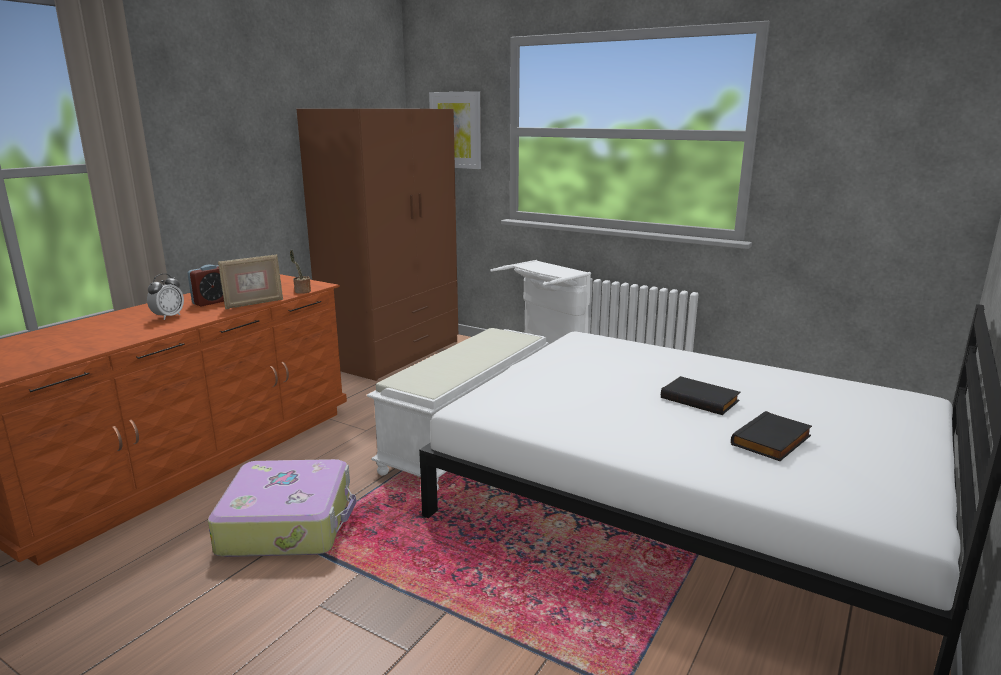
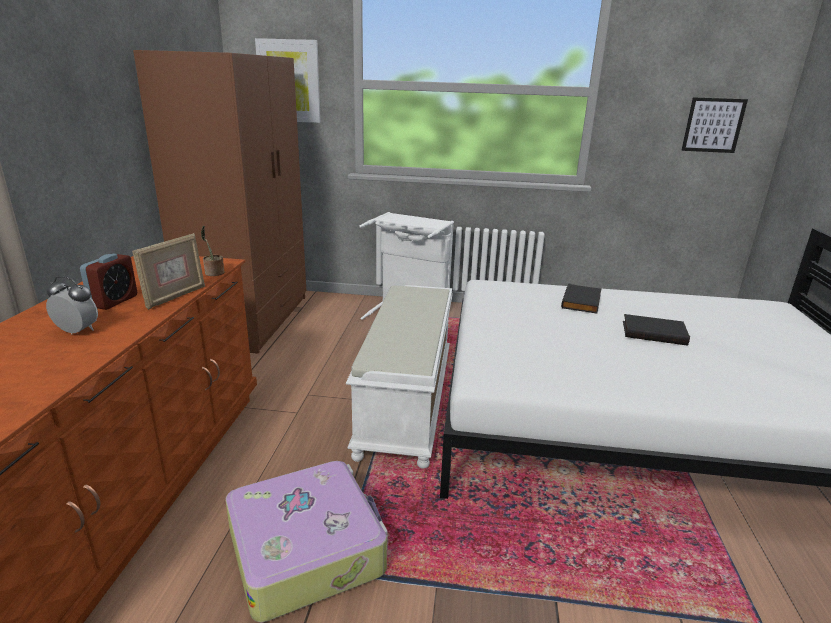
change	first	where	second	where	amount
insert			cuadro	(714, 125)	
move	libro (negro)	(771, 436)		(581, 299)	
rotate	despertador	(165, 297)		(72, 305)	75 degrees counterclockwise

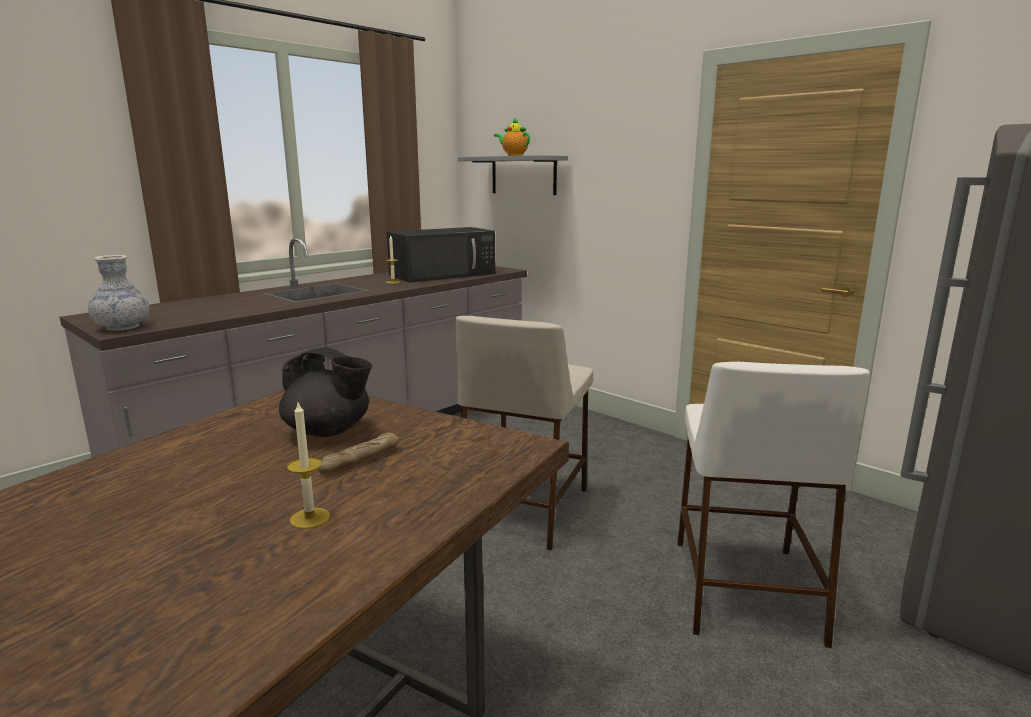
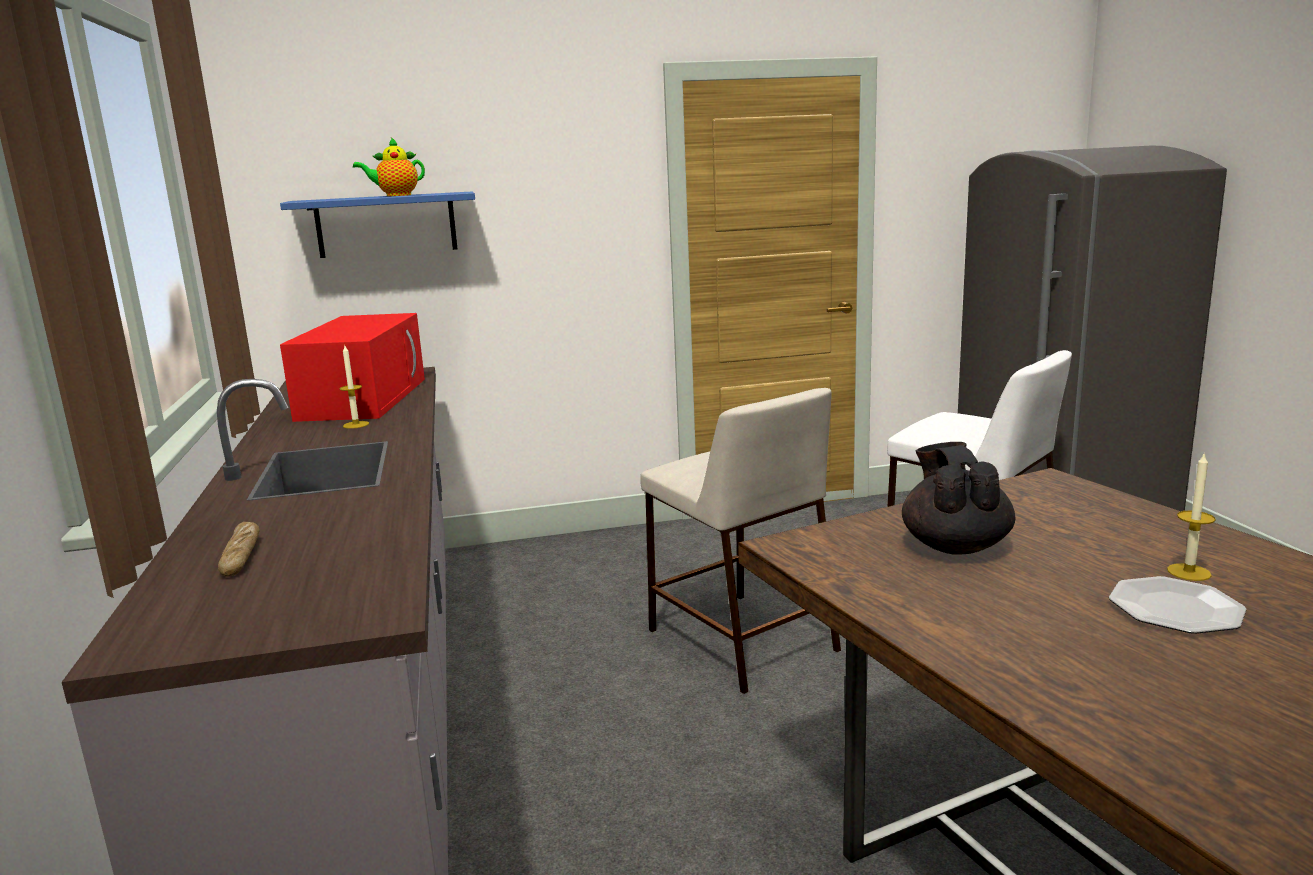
change	first	where	second	where	amount
delete	florero	(119, 293)			
insert			plato	(1177, 605)	
move	pan	(358, 453)		(239, 549)	
recolor	microondas (negro)	(441, 255)	microondas (rojo)	(352, 367)	
recolor	estante (gris)	(513, 175)	estante (azul)	(377, 225)	
rotate	tetera (negro)	(325, 392)		(958, 498)	60 degrees counterclockwise

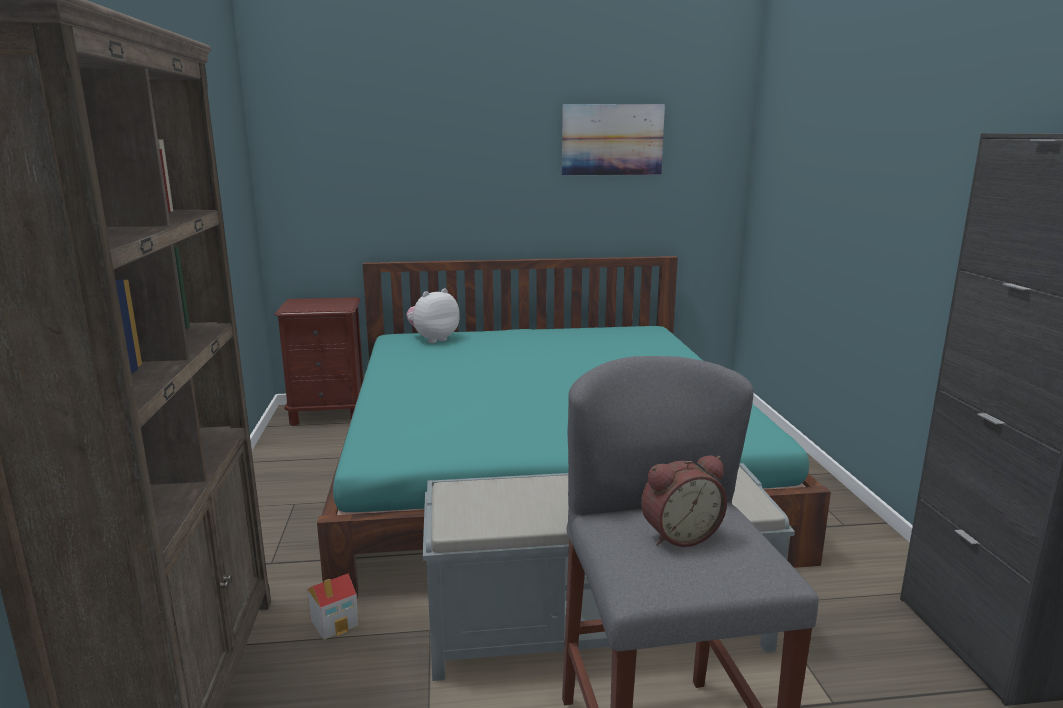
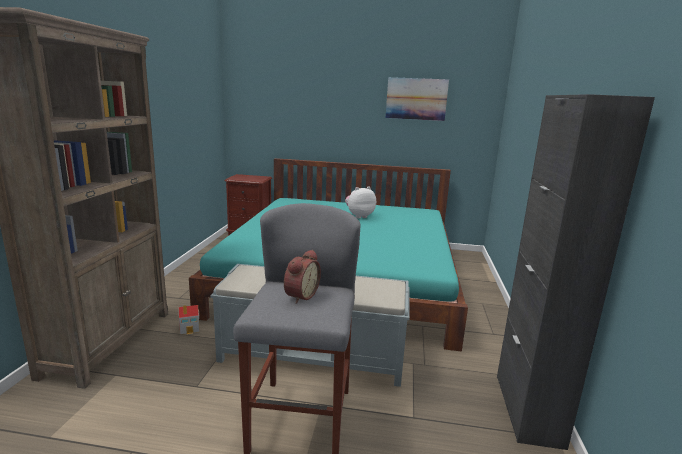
change	first	where	second	where	amount
move	peluche	(433, 315)		(360, 203)	
rotate	despertador	(684, 501)		(302, 277)	60 degrees counterclockwise

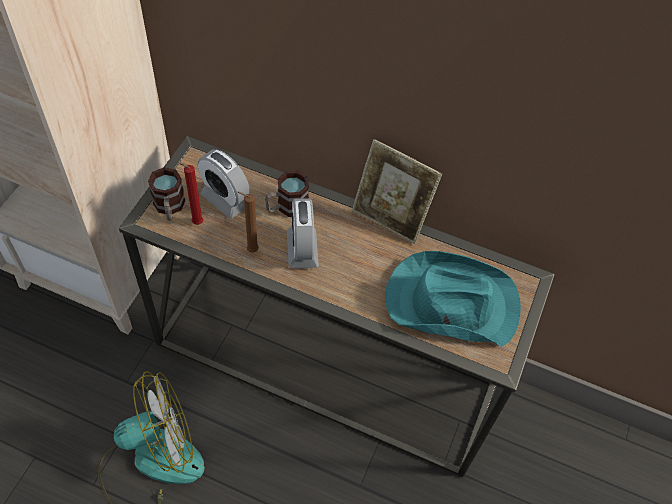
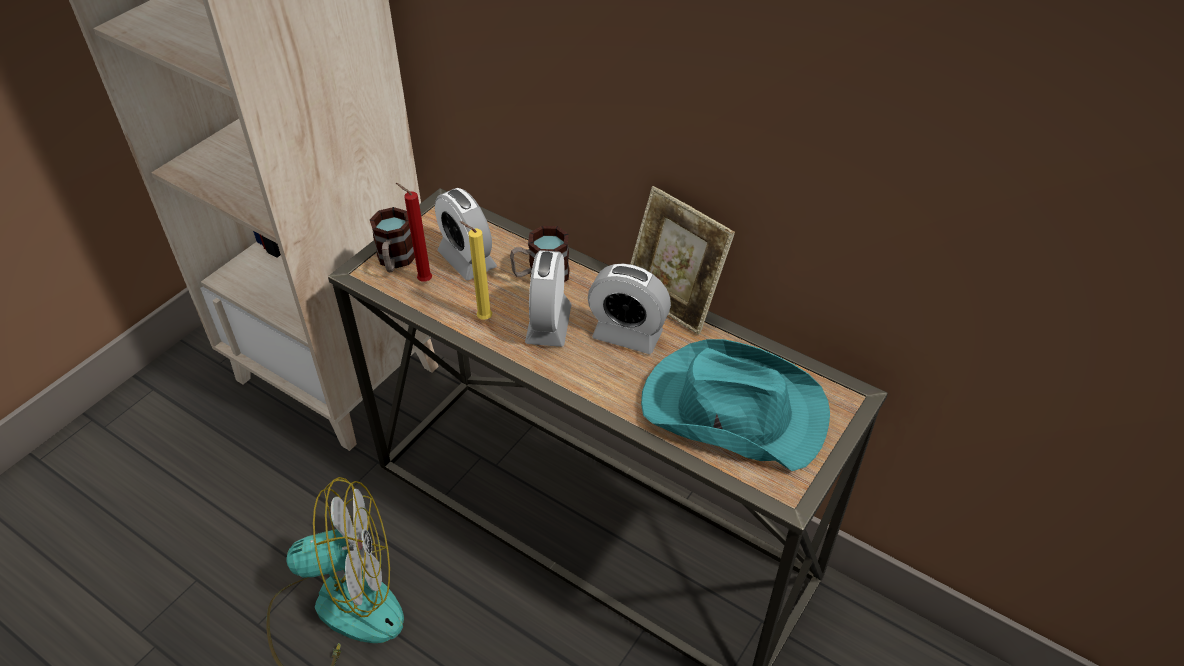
change	first	where	second	where	amount
insert			despertador	(629, 308)	
recolor	vela (marrón)	(248, 222)	vela (amarillo)	(475, 270)	

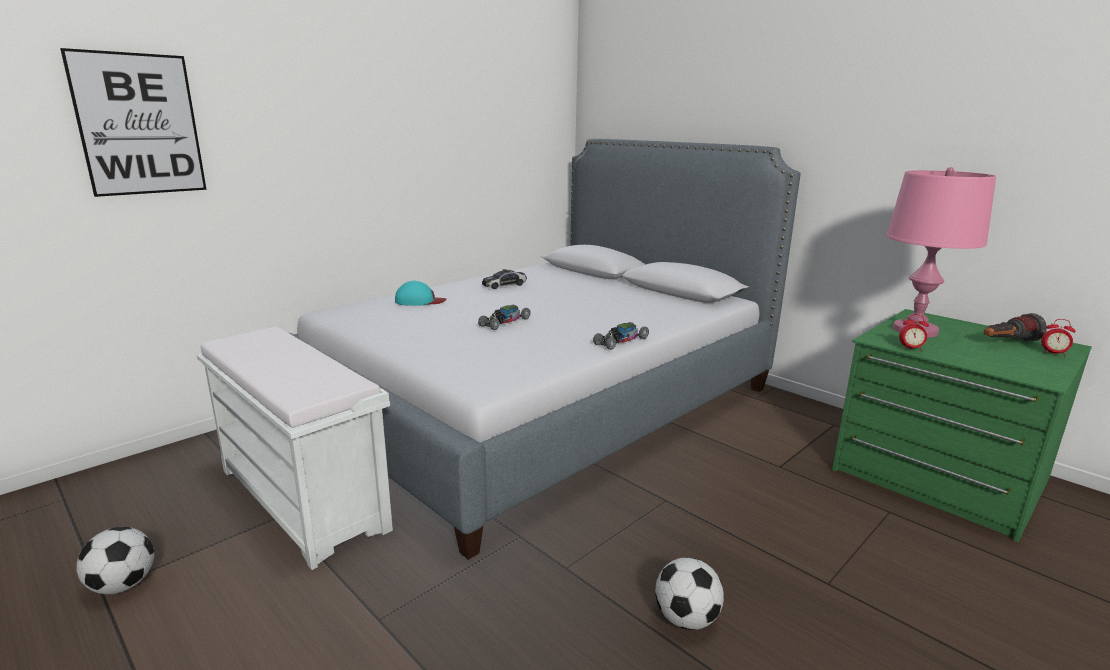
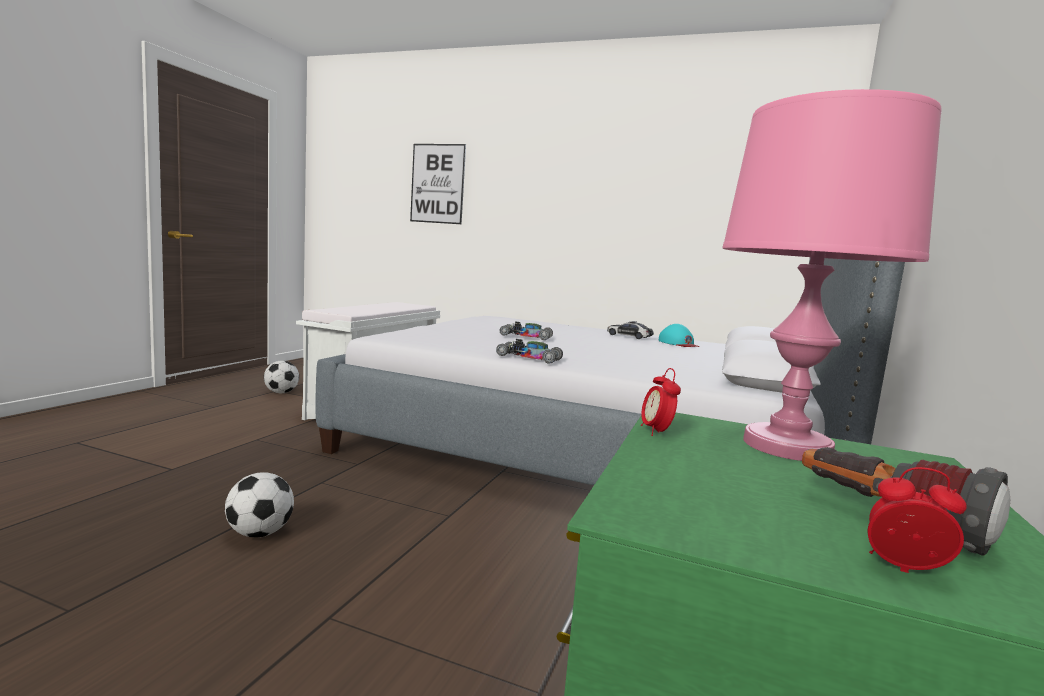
change	first	where	second	where	amount
move	gorra (turquesa)	(420, 293)		(679, 335)	
rotate	despertador	(1058, 338)		(917, 520)	105 degrees clockwise

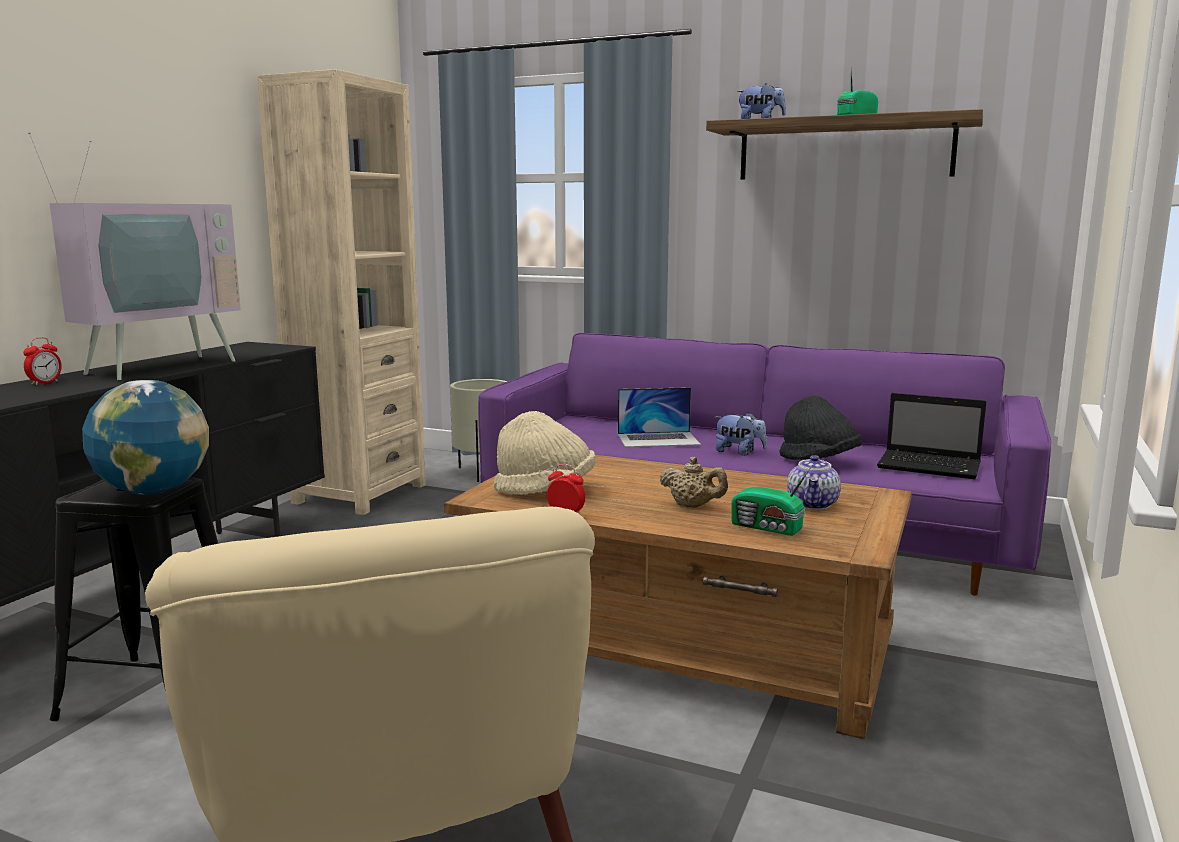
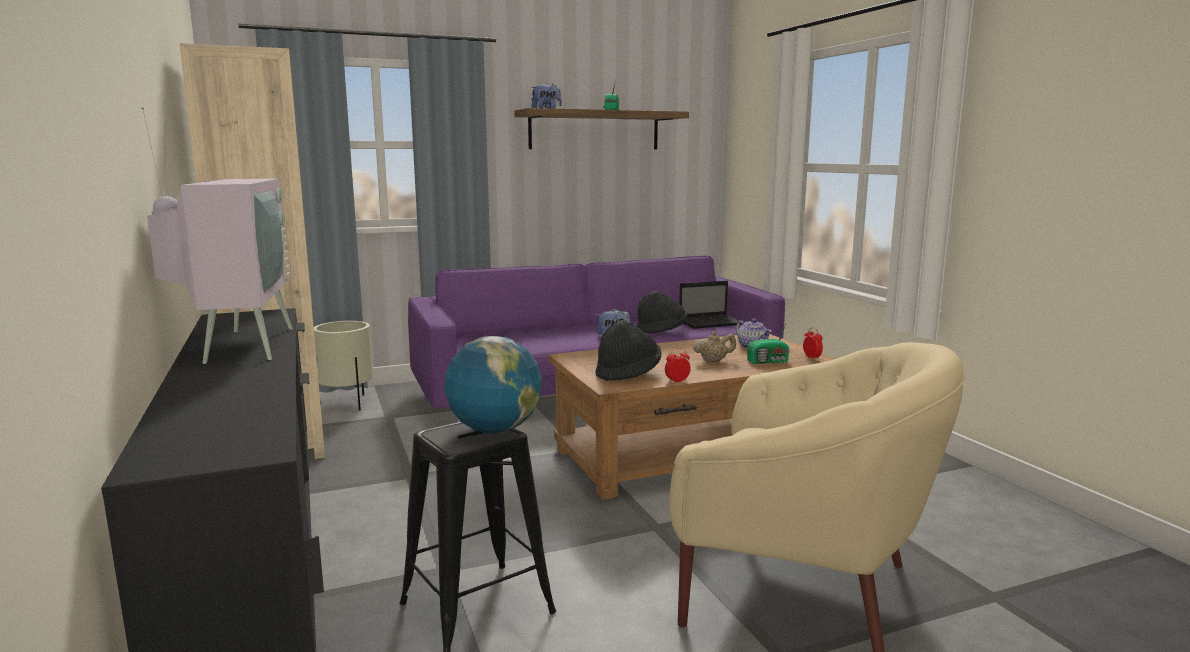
change	first	where	second	where	amount
delete	portátil	(659, 417)			
move	despertador	(42, 361)		(813, 343)	
recolor	sombrero (beis)	(545, 453)	sombrero (negro)	(629, 350)	

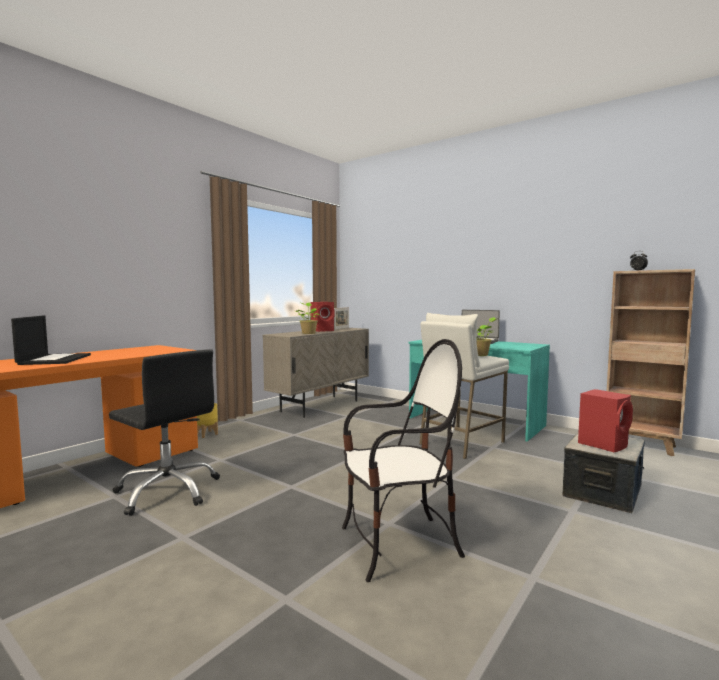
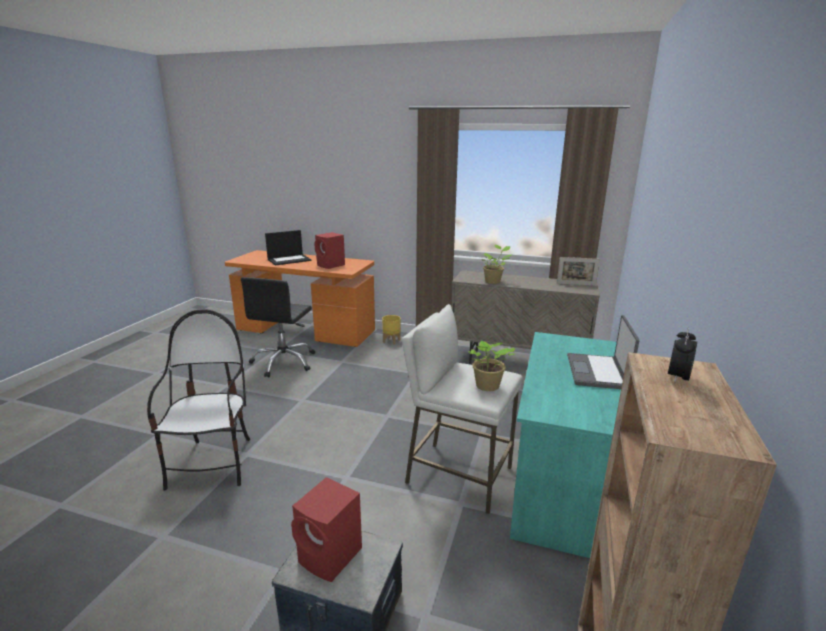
change	first	where	second	where	amount
move	altavoz (rojo)	(322, 317)		(329, 250)	
rotate	silla	(403, 460)		(198, 400)	150 degrees counterclockwise

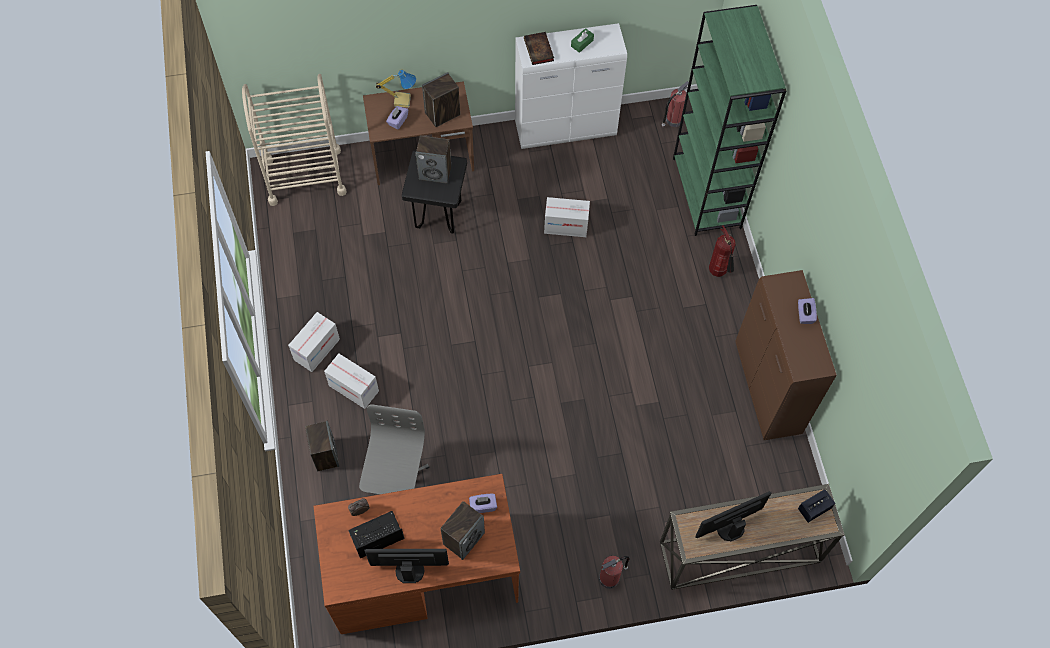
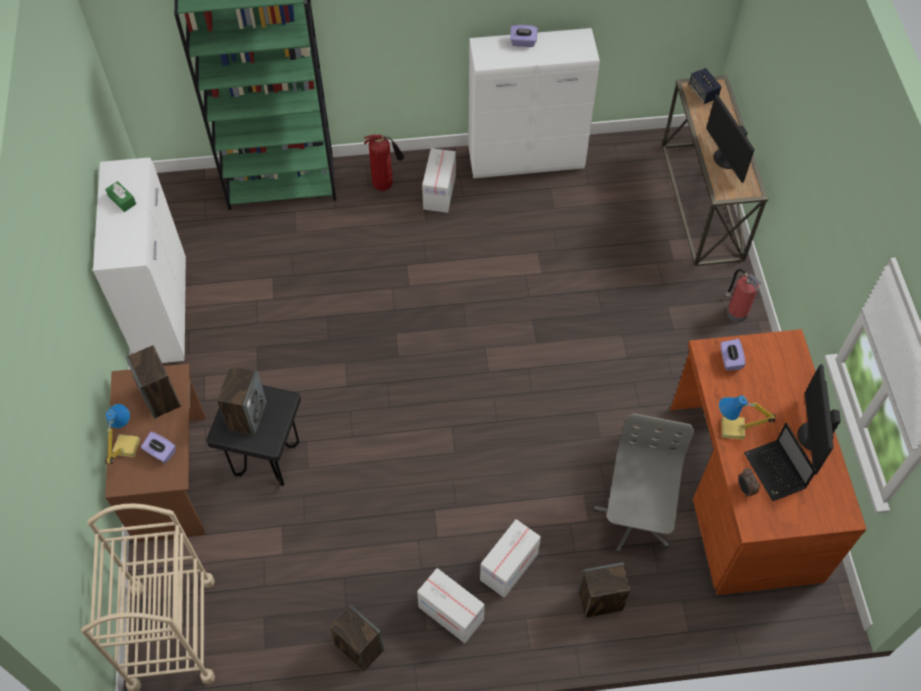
change	first	where	second	where	amount
delete	libro	(539, 48)			
delete	extintor	(675, 104)			
insert			lámpara de mesa	(747, 417)	
move	altavoz	(463, 530)		(357, 637)	
move	caja de cartón	(567, 217)		(439, 180)	
recolor	armario (marrón)	(786, 355)	armario (blanco)	(534, 103)	
rotate	silla de oficina (gris)	(394, 449)		(643, 483)	90 degrees clockwise

